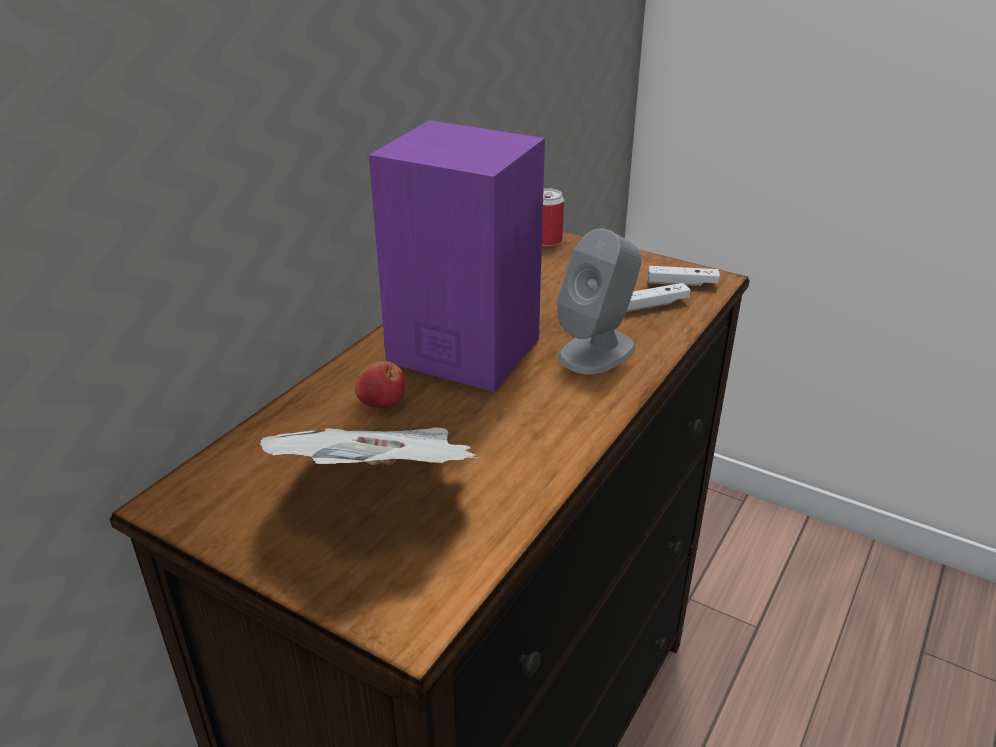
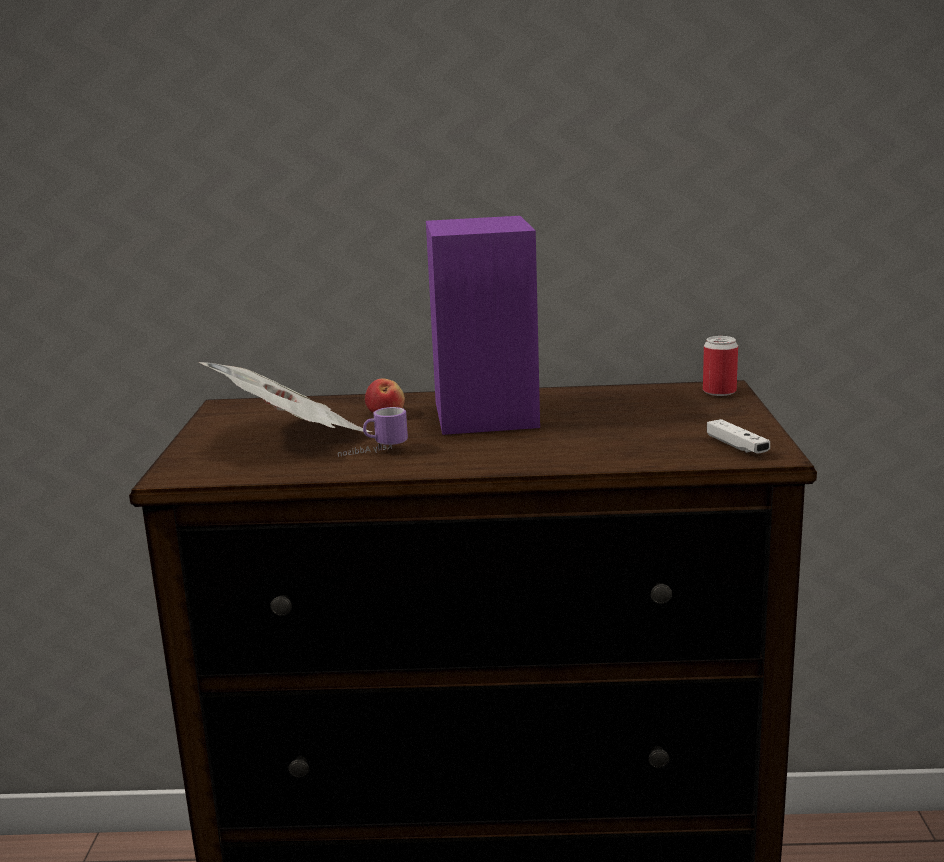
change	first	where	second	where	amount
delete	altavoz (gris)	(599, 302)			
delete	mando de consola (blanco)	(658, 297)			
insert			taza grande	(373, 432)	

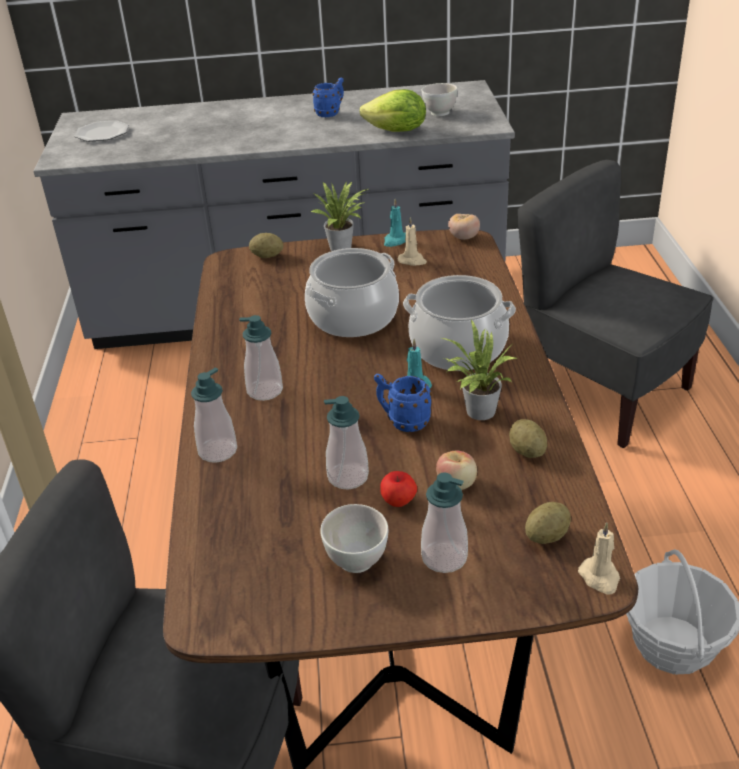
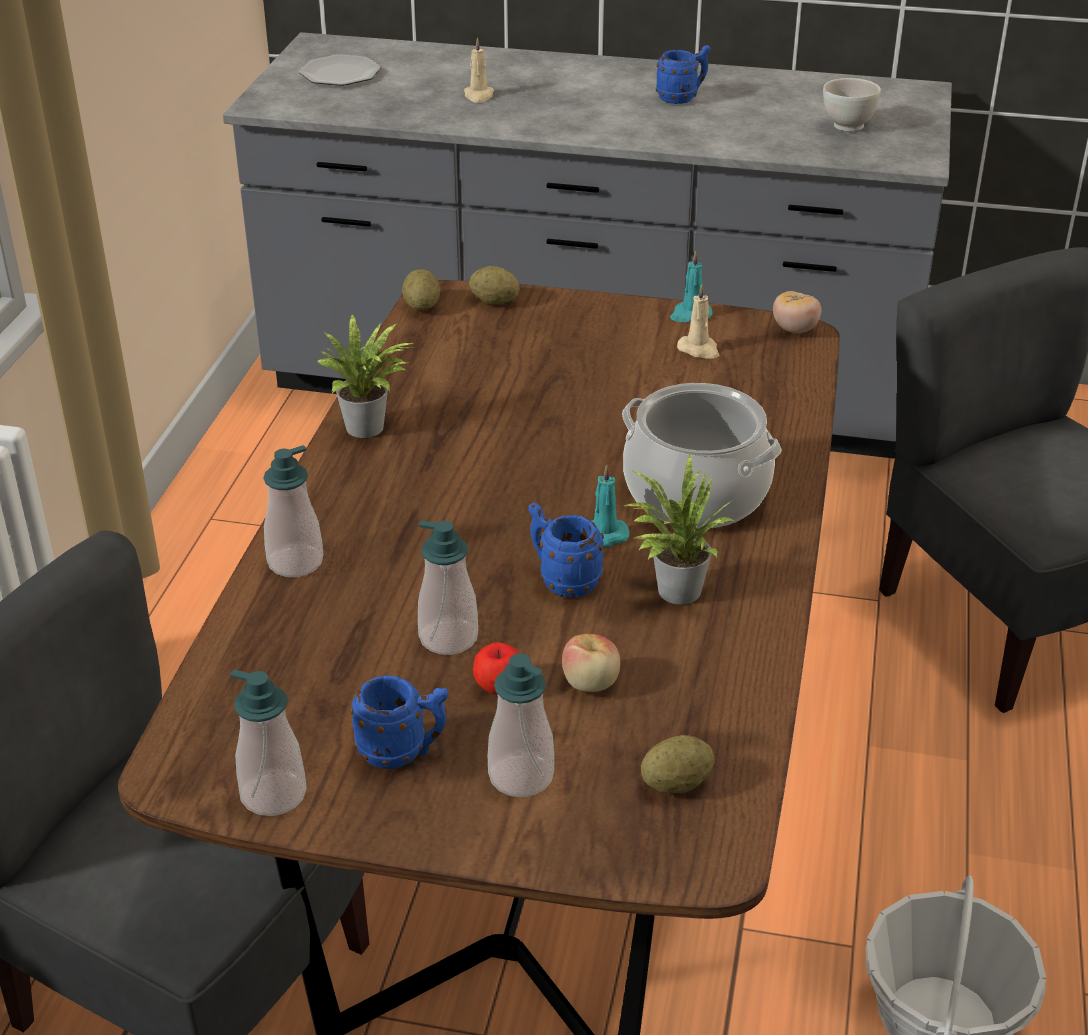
change	first	where	second	where	amount
delete	olla	(352, 292)			
delete	lechuga	(392, 110)			
move	dispensador de jabón	(261, 358)		(268, 743)	
move	planta en maceta	(339, 216)		(366, 375)	
move	patata	(528, 438)		(421, 289)	
move	vela (beis)	(599, 558)		(479, 70)	
replace	cuenco (blanco)	(354, 538)	taza grande (azul)	(399, 722)	

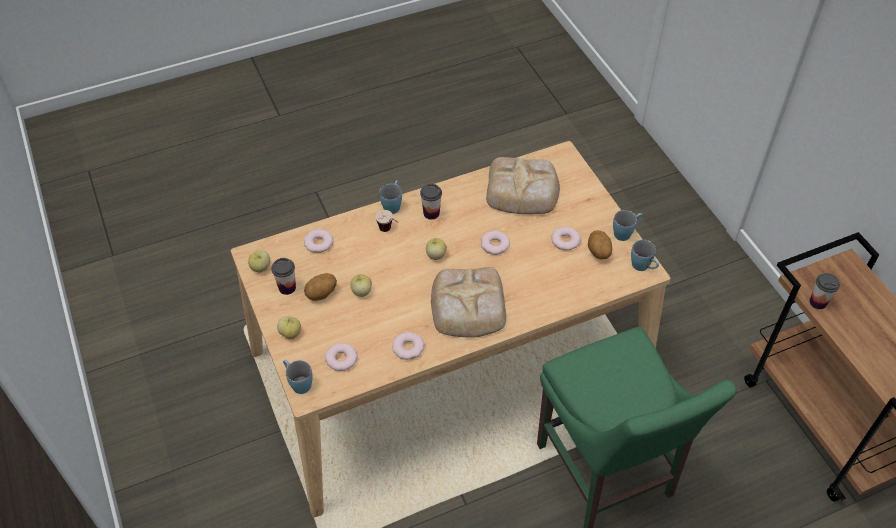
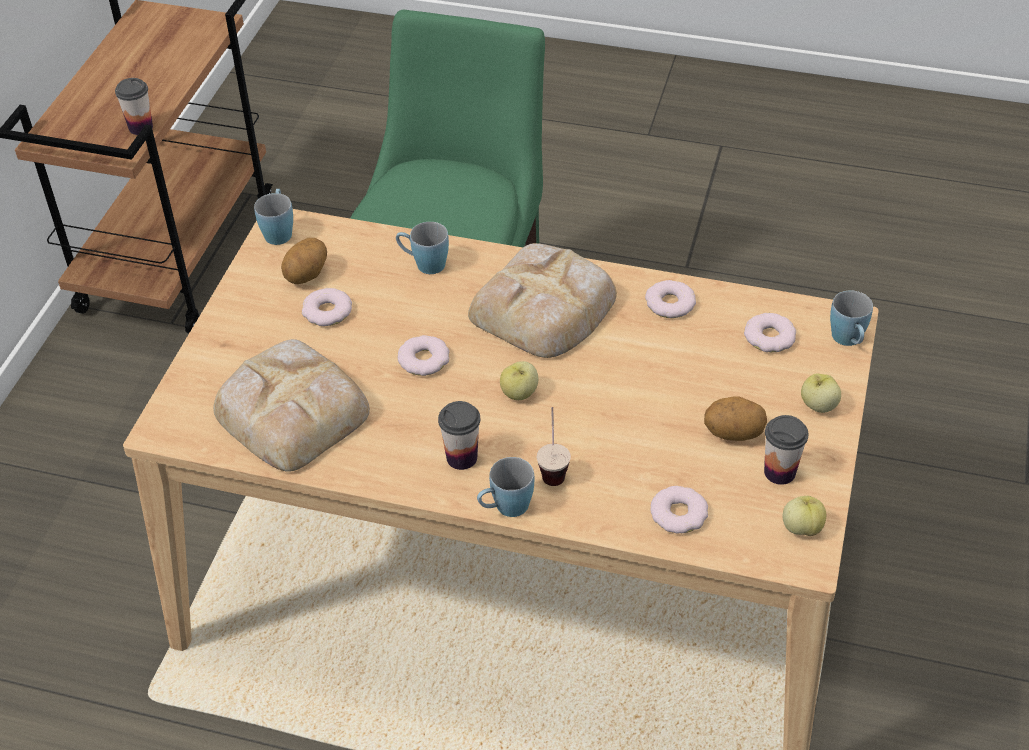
change	first	where	second	where	amount
delete	manzana	(361, 285)			
move	taza grande (azul)	(628, 225)		(422, 248)	

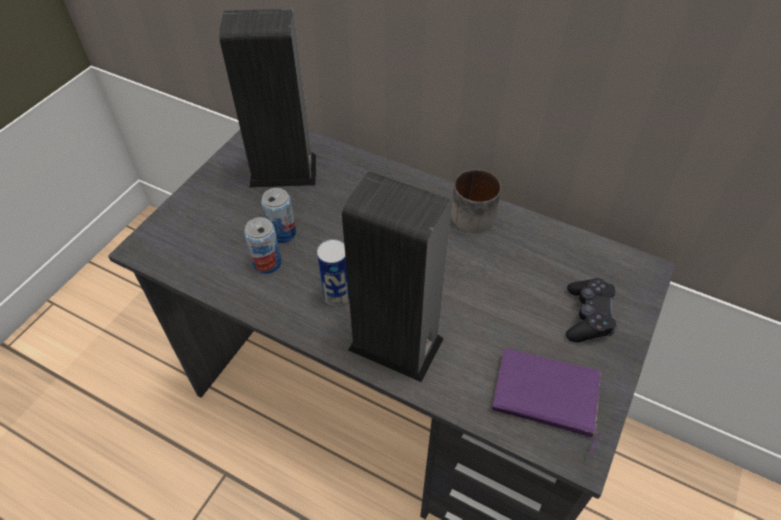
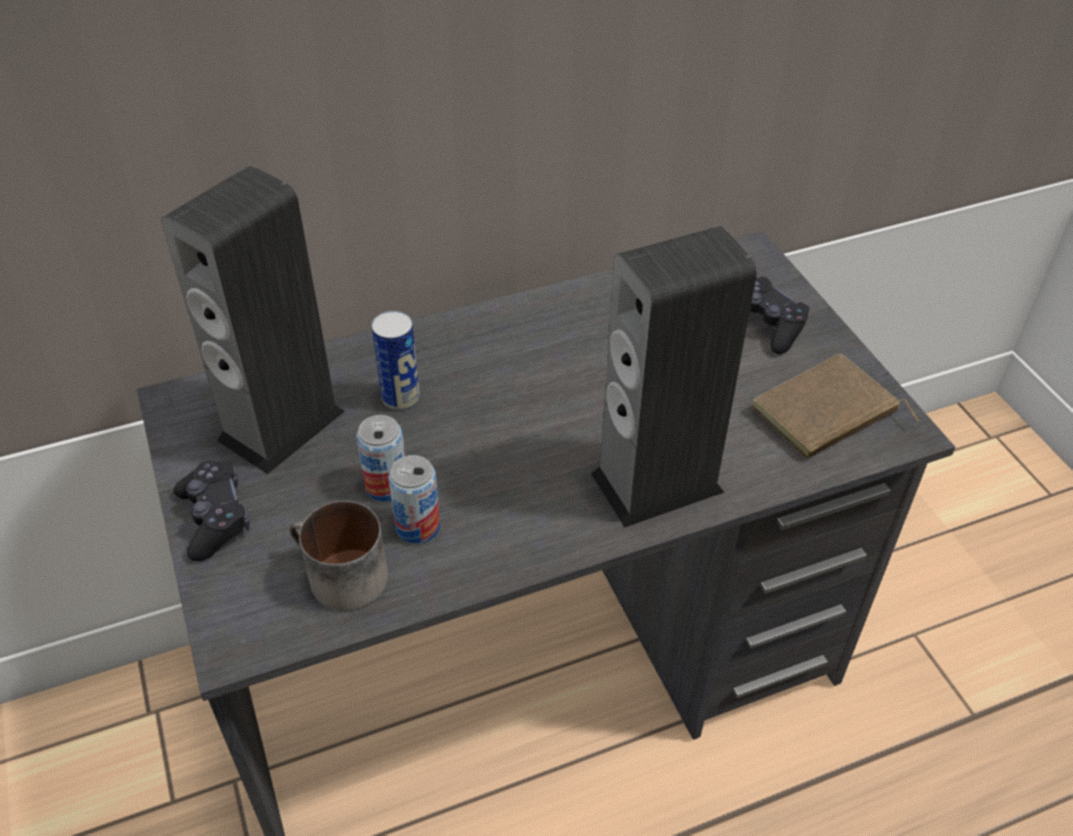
change	first	where	second	where	amount
insert			mando de consola (negro)	(211, 510)	
move	lata	(333, 273)		(396, 361)	
move	taza grande	(476, 201)		(338, 556)	
recolor	libro (morado)	(546, 402)	libro (marrón)	(835, 406)	

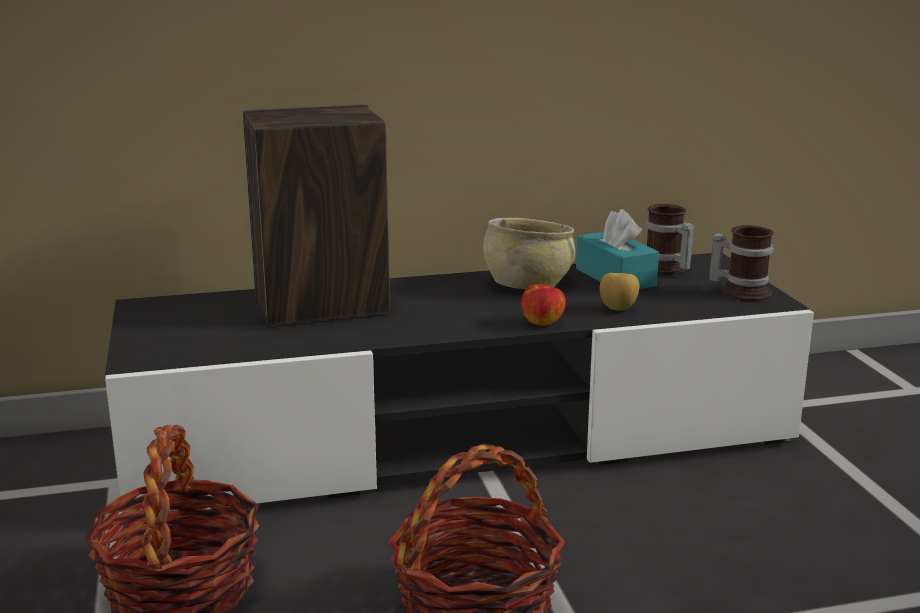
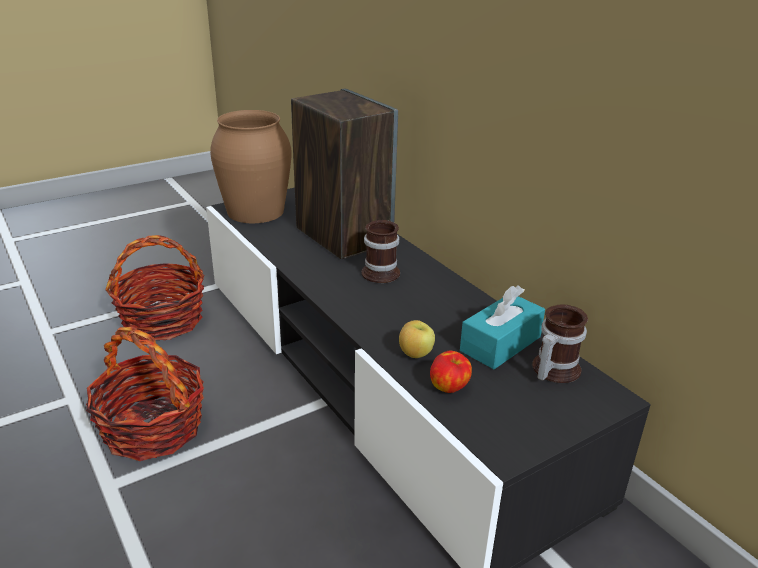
change	first	where	second	where	amount
delete	cuenco (beis)	(529, 253)			
insert			florero (marrón)	(250, 166)	
move	manzana	(543, 305)		(451, 372)	
move	taza grande	(741, 263)		(380, 251)	

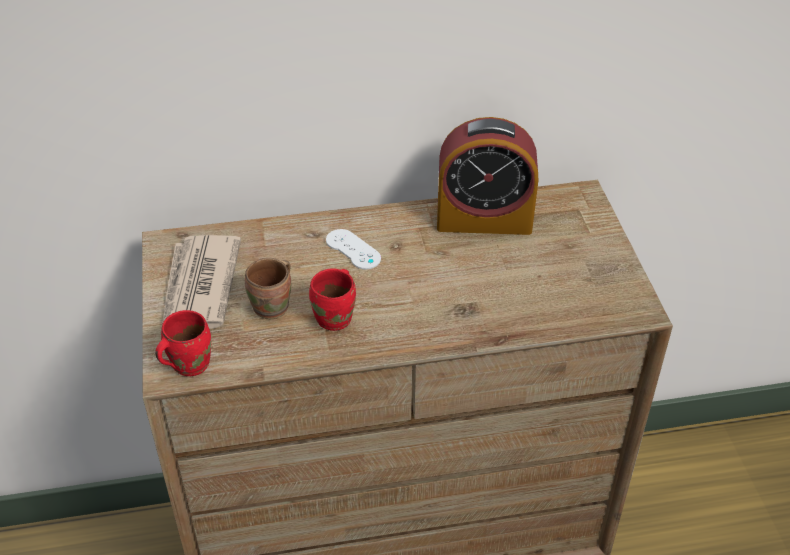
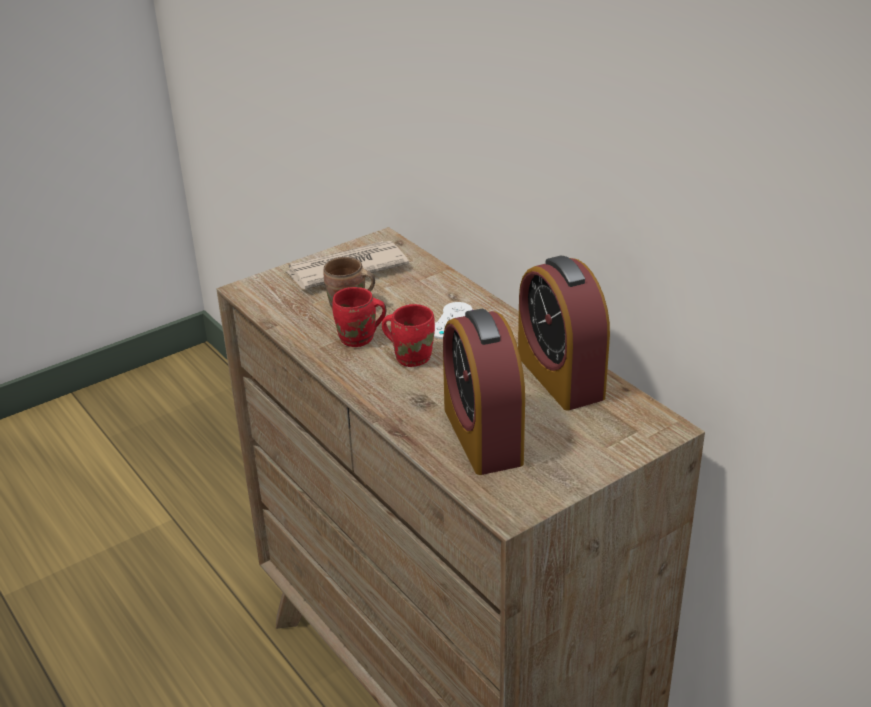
change	first	where	second	where	amount
insert			despertador	(484, 391)	
move	taza grande (rojo)	(183, 343)		(408, 335)	

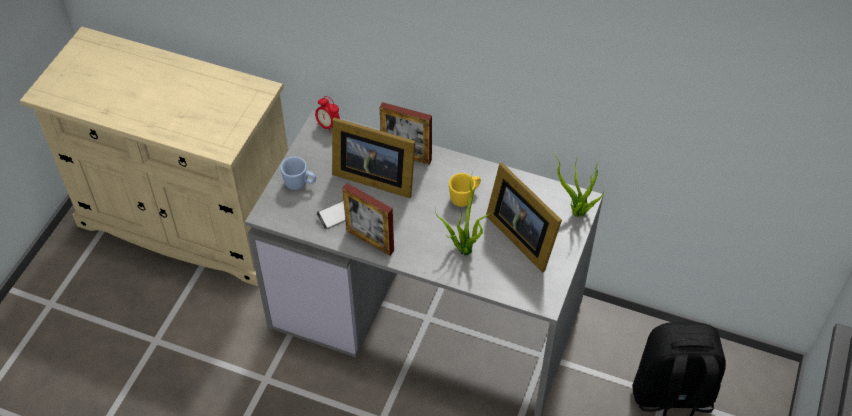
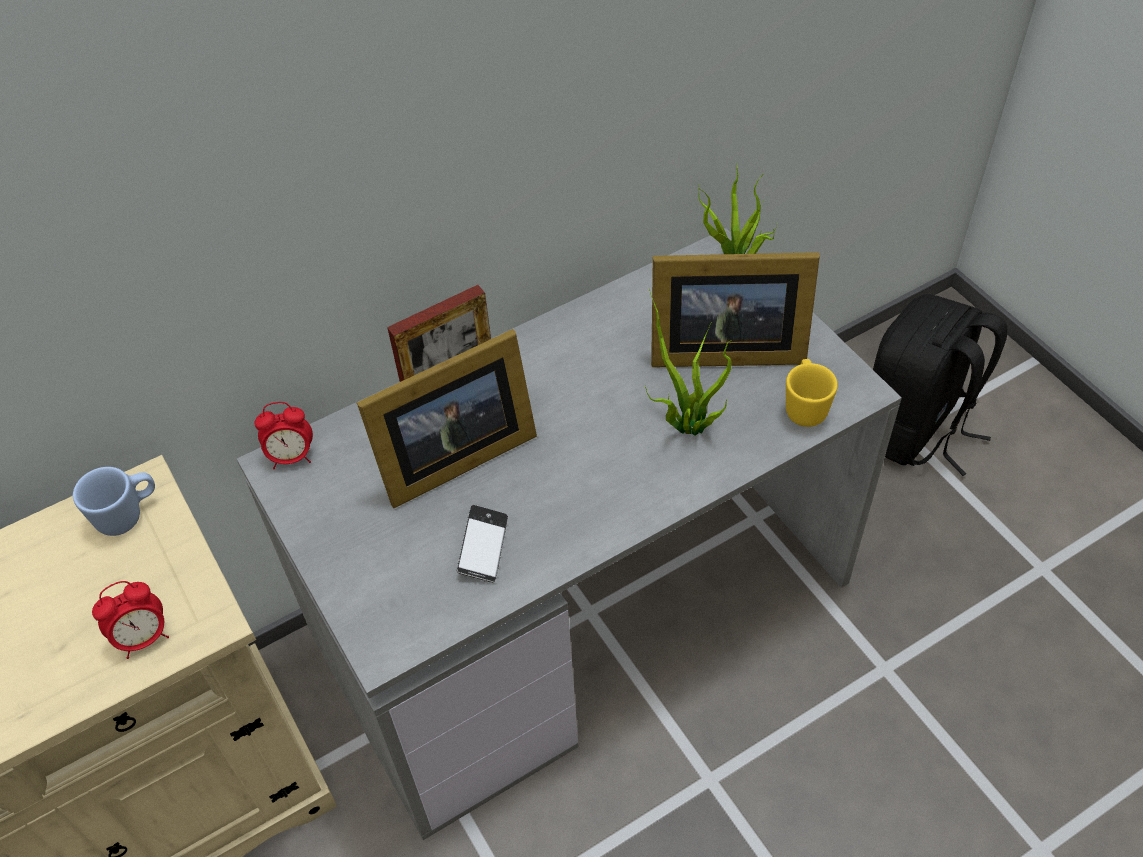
change	first	where	second	where	amount
delete	portarretratos	(368, 219)			
insert			despertador	(130, 620)	
move	taza grande (azul)	(298, 173)		(114, 501)	
move	taza grande (amarillo)	(465, 190)		(812, 393)	

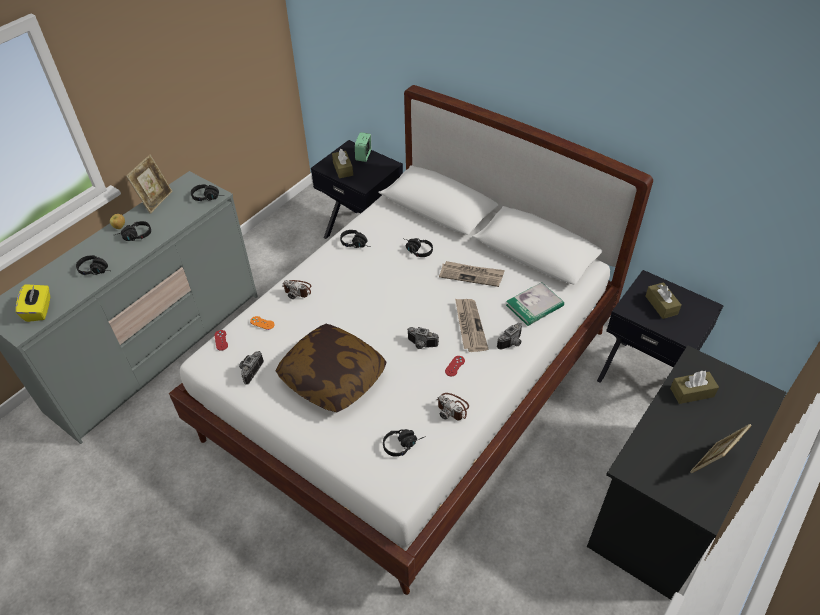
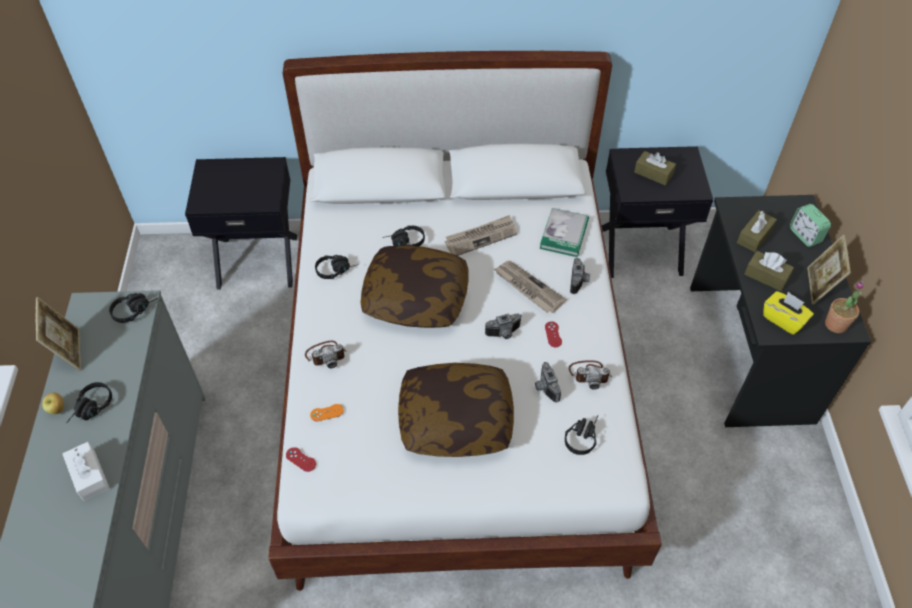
change	first	where	second	where	amount
insert			cojín	(414, 287)	
insert			planta en maceta	(844, 307)	
move	caja de pañuelos (amarillo)	(33, 303)		(789, 313)	
move	cámara	(251, 368)		(548, 382)	
move	caja de pañuelos (marrón)	(342, 163)		(769, 271)	
move	despertador	(363, 147)		(810, 225)	
replace	auriculares (negro)	(92, 265)	caja de pañuelos (blanco)	(86, 471)	

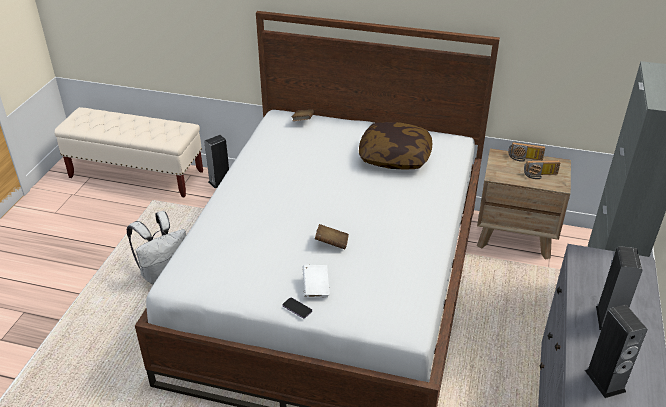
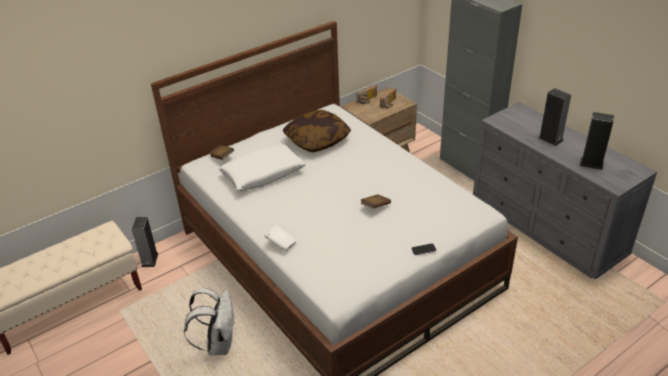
change	first	where	second	where	amount
insert			cojín (blanco)	(262, 167)	
move	libro (blanco)	(316, 281)		(280, 238)	

